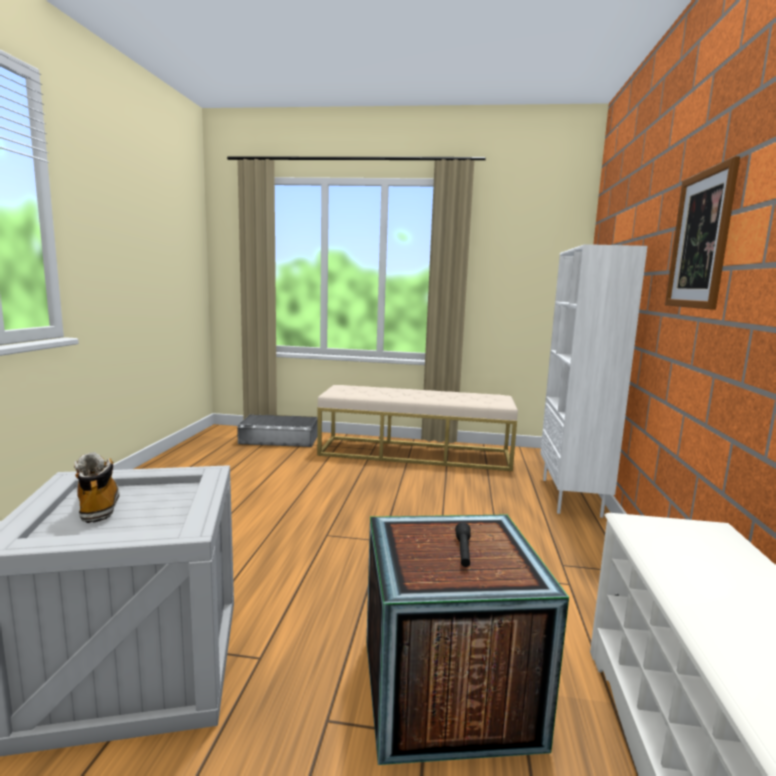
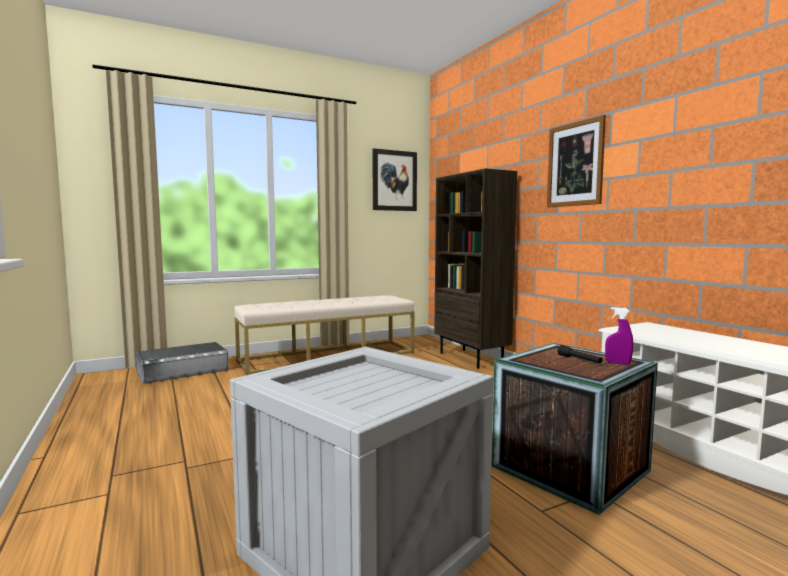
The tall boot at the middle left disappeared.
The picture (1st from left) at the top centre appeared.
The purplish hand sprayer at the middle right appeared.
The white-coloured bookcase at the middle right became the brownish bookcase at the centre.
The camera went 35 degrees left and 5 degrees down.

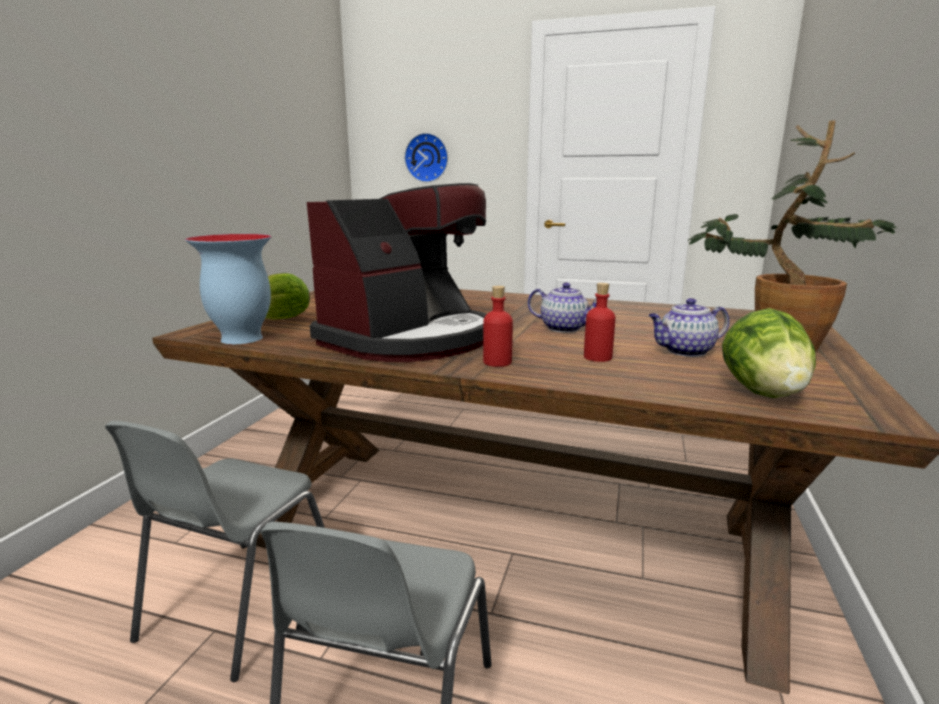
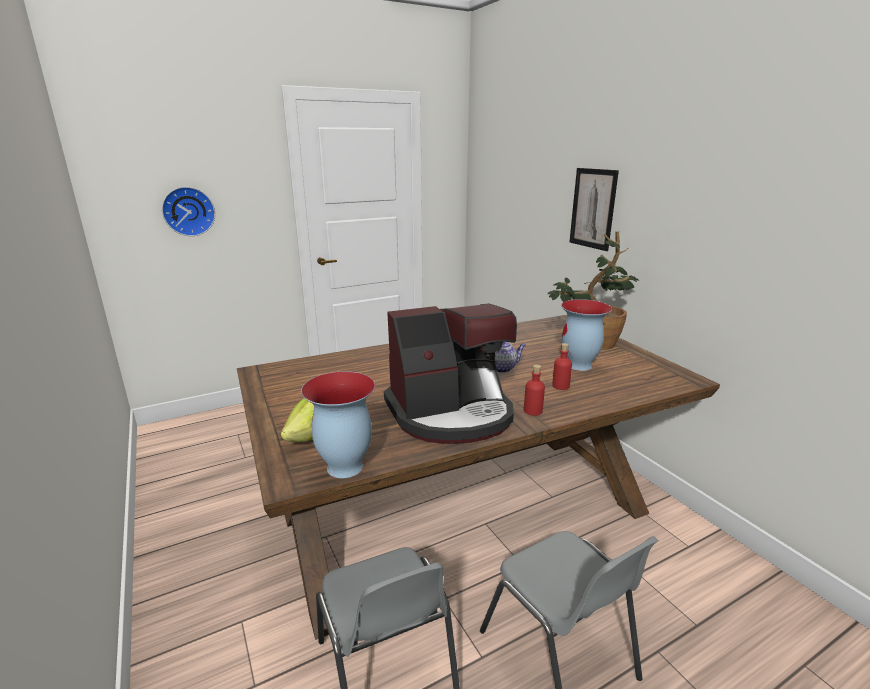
The head of lettuce (2nd from left) at the middle right disappeared.
The picture at the top right appeared.
The tea pot (2nd from left) at the middle right was replaced by the flower vase (2nd from left) at the middle right.
The coffee brewer at the centre turned 75 degrees clockwise.
The camera went 45 degrees left and 5 degrees up.

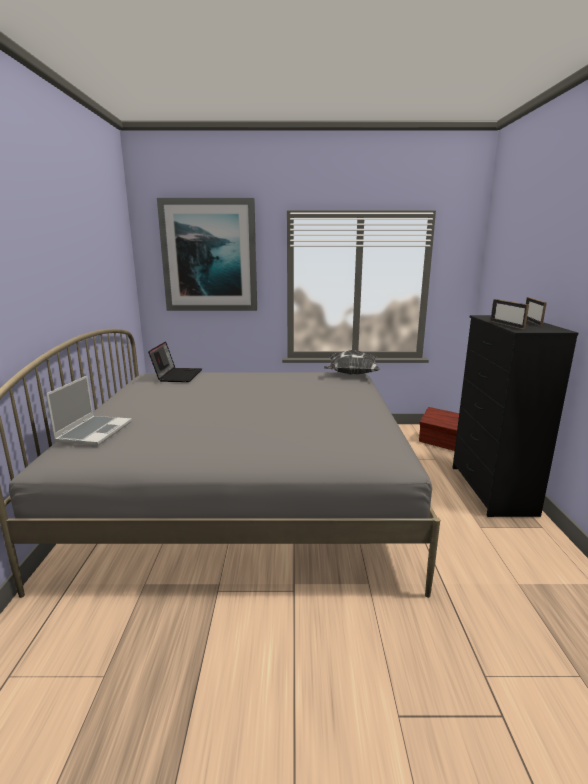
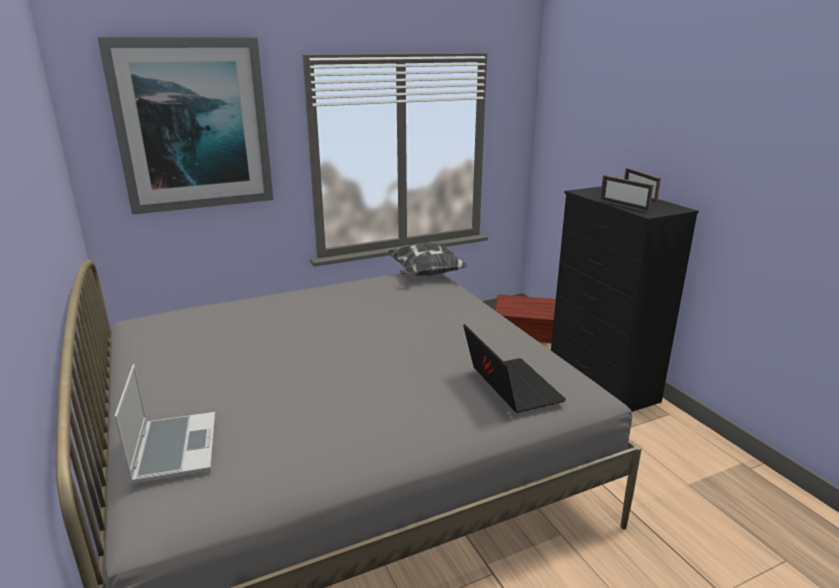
The notebook computer (2nd from left) moved from the middle left to the centre.
The camera went 25 degrees left and 5 degrees up.

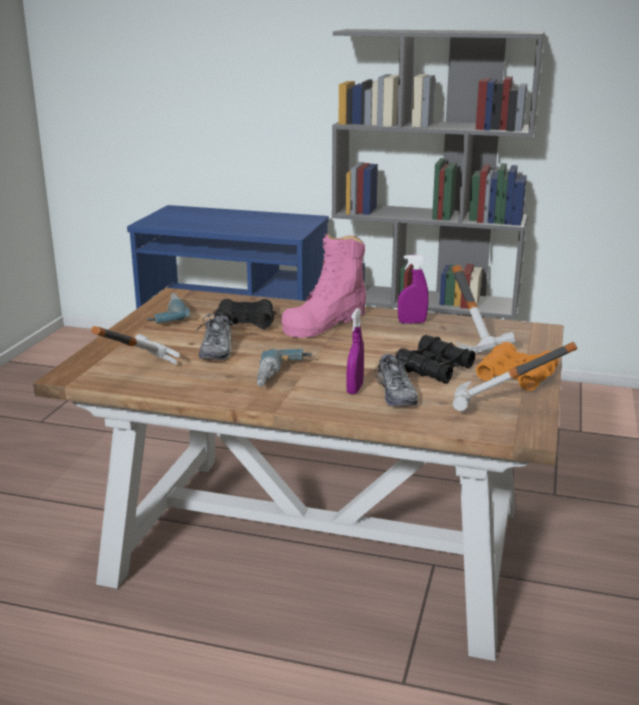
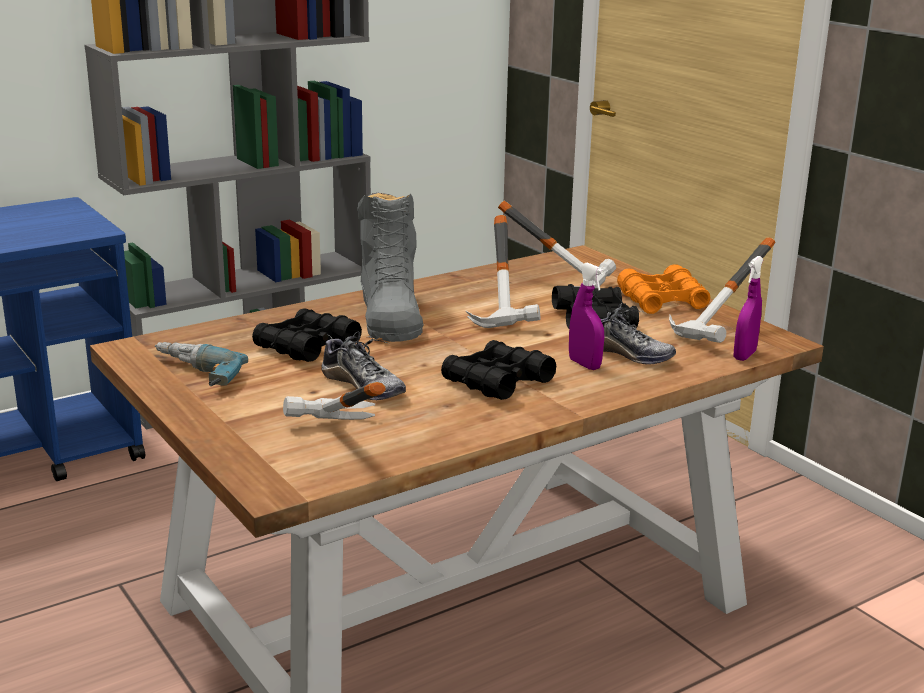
The tool hammer (2nd from left) at the centre appeared.
The purplish hand sprayer (2nd from left) moved from the centre to the middle right.
The drill (2nd from left) at the centre was replaced by the blackish field glasses (2nd from left) at the centre.
The pinkish tall boot at the centre became the gray tall boot at the centre.
The camera went 50 degrees left and 0 degrees up.

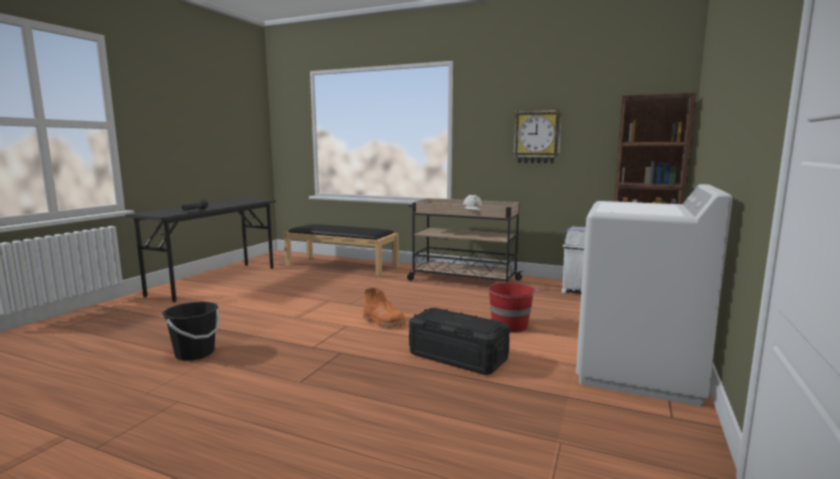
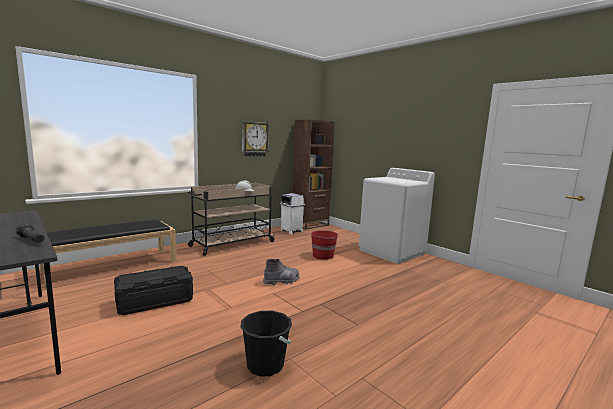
The blackish storage box moved from the bottom centre to the bottom left.
The orange tall boot at the centre became the gray tall boot at the centre.
The camera went 65 degrees left and 0 degrees up.

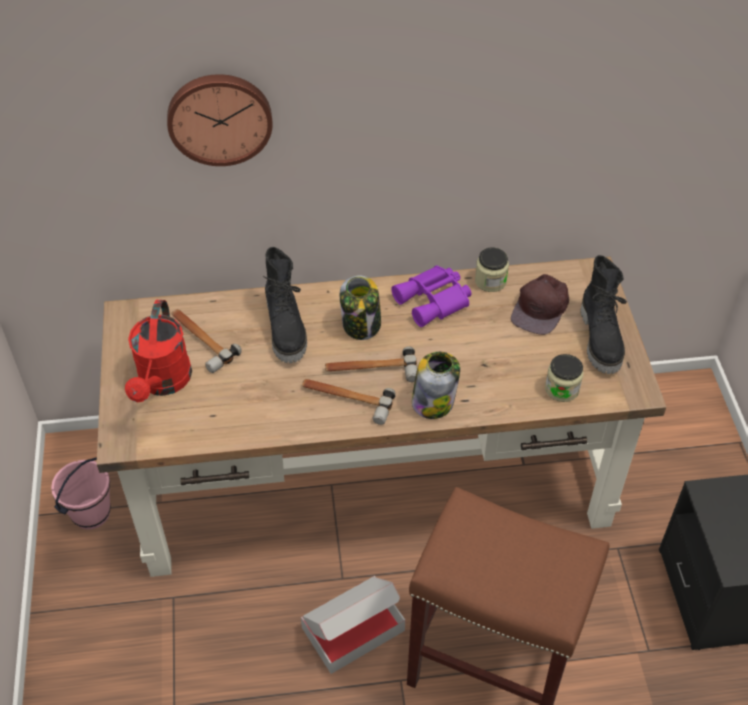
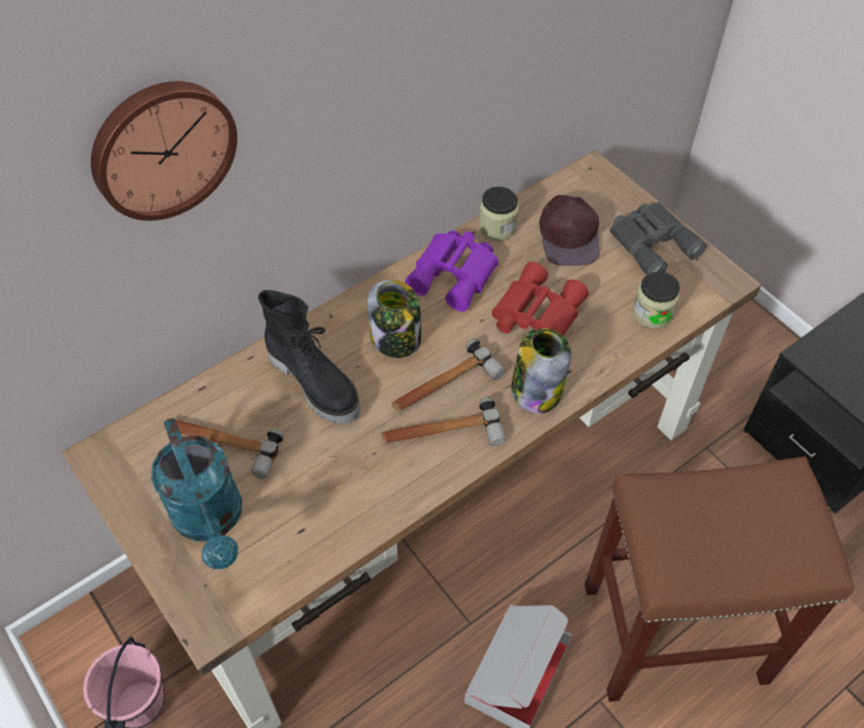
The red-coloured field glasses at the centre appeared.
The blackish tall boot (2nd from left) at the middle right was replaced by the gray field glasses at the top right.
The red-coloured watering pot at the middle left became the blue-green watering pot at the bottom left.
The camera went 30 degrees left and 5 degrees up.

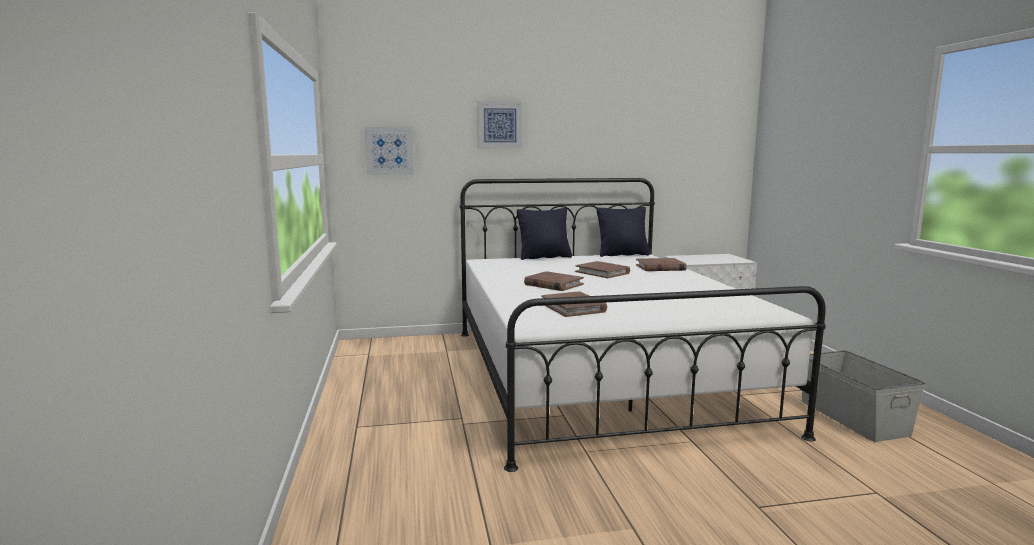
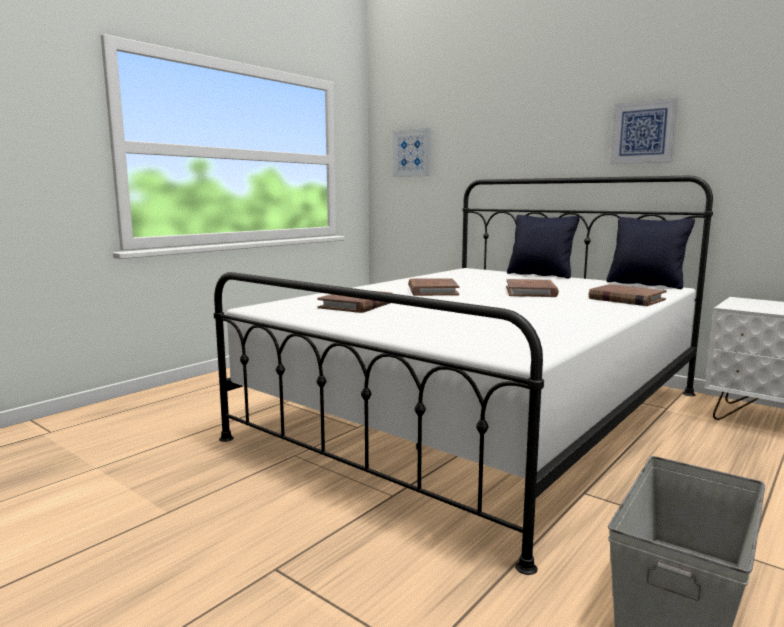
The picture (2nd from left) moved from the top centre to the top right.
The camera went 50 degrees right and 0 degrees up.

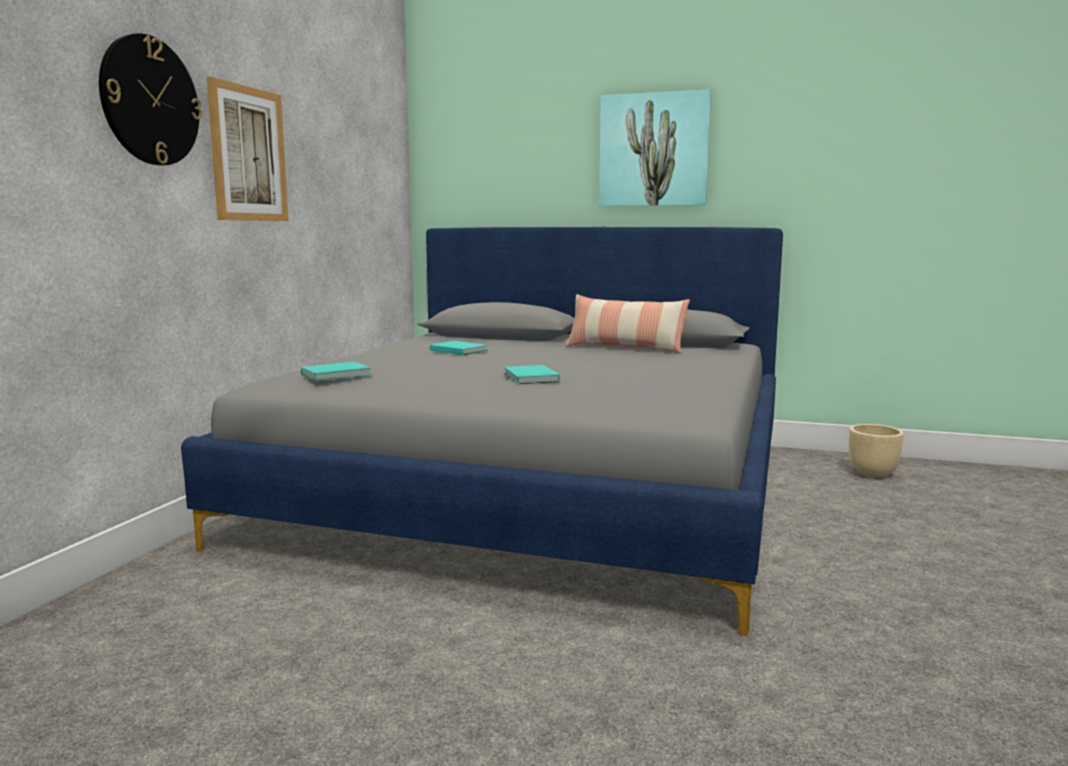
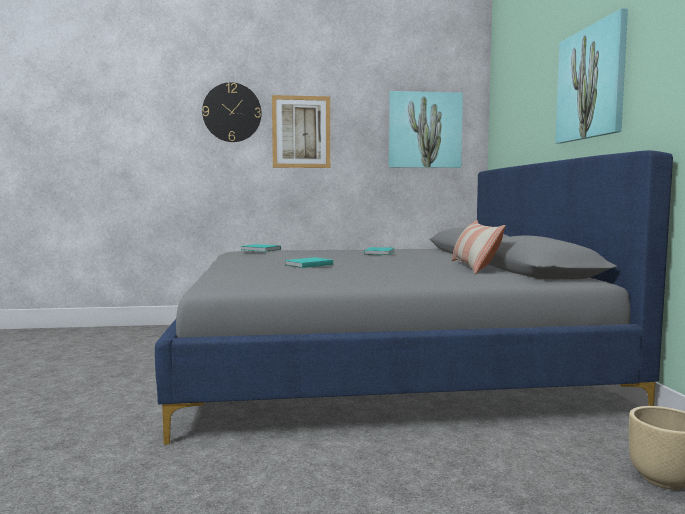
The picture (2nd from left) at the top centre appeared.
The camera went 65 degrees right and 5 degrees down.

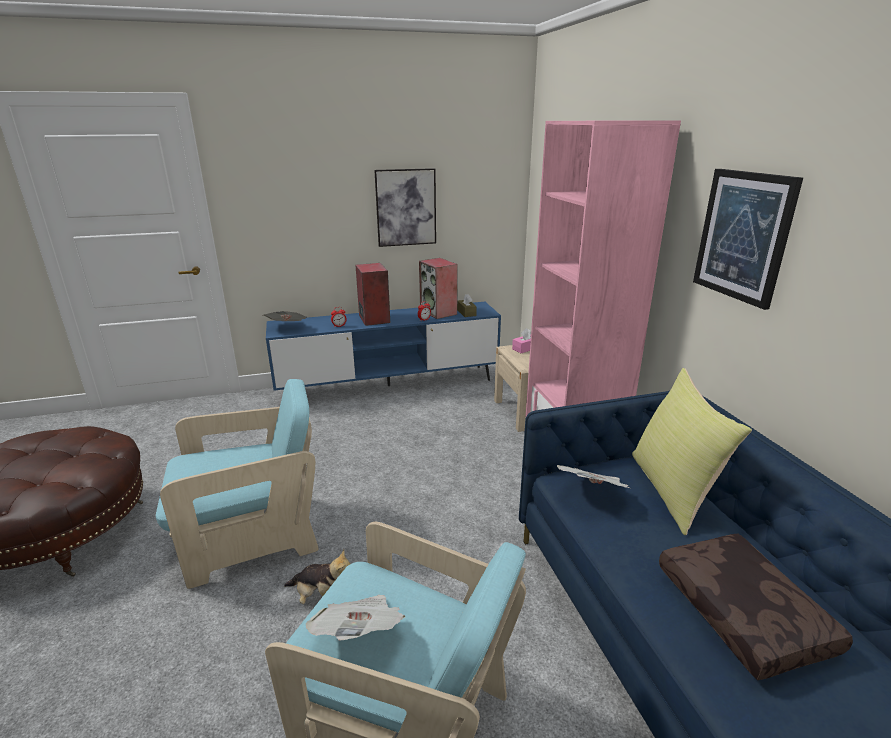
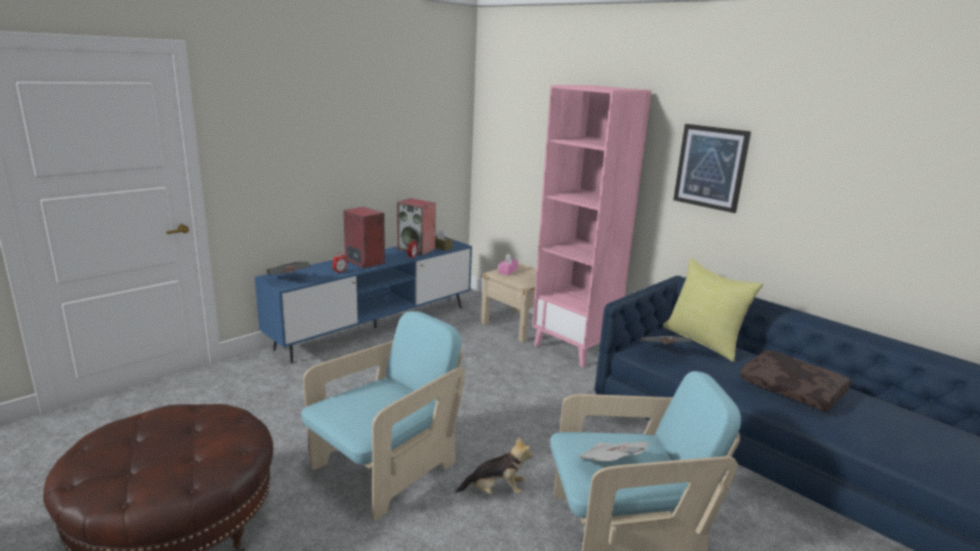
The picture (1st from left) at the top centre disappeared.
The camera went 30 degrees left and 5 degrees down.

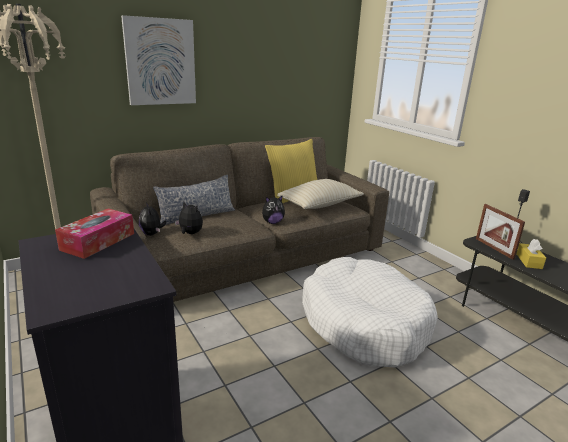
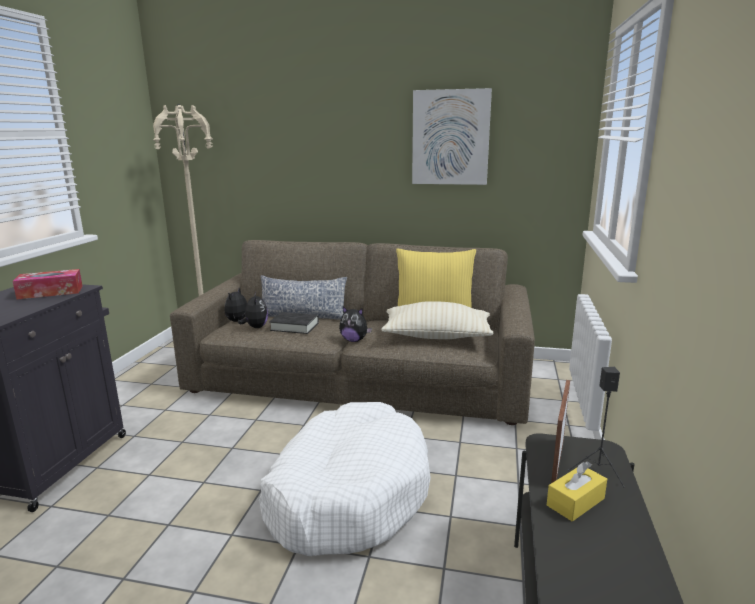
The blackish volume at the centre appeared.
The picture moved from the top left to the top centre.
The camera went 45 degrees right and 5 degrees down.

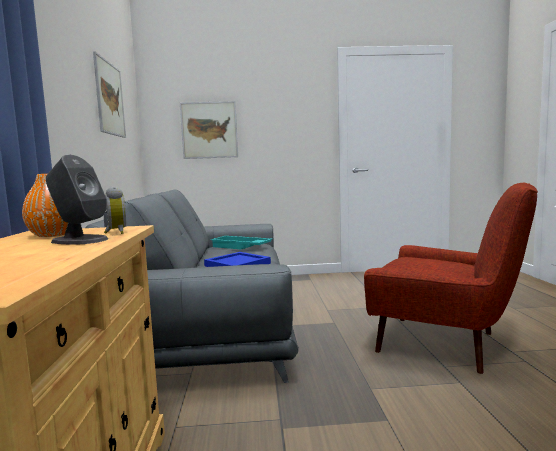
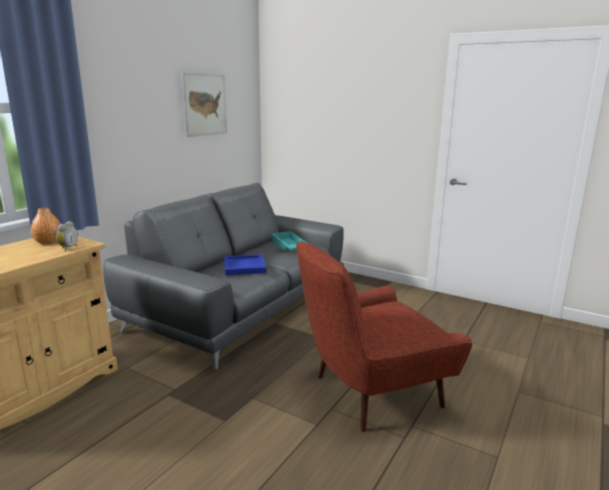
The gray audio speaker at the middle left disappeared.
The picture (2nd from left) at the top centre disappeared.
The red-coloured easy chair at the middle right turned 90 degrees clockwise.
The camera went 35 degrees right and 10 degrees up.

